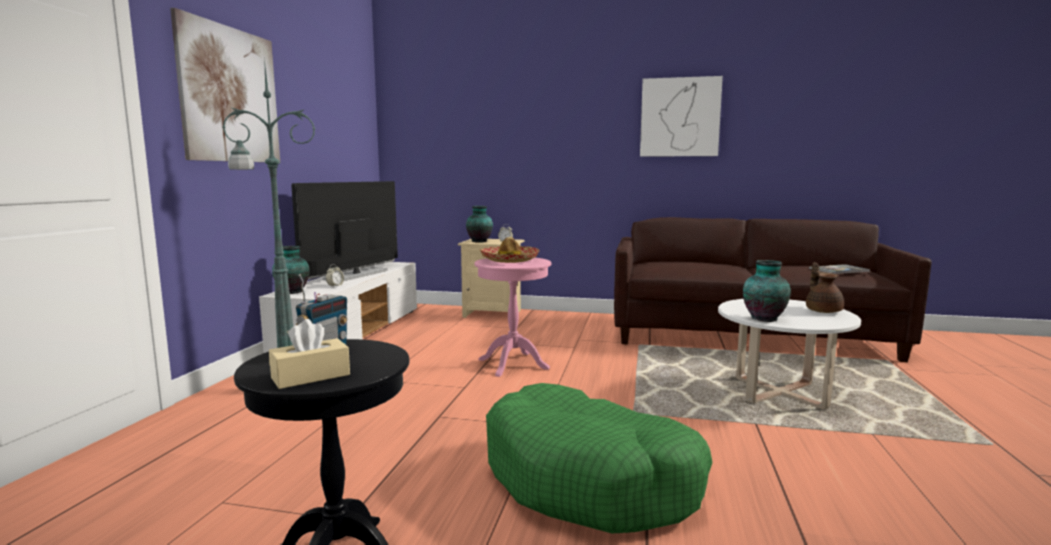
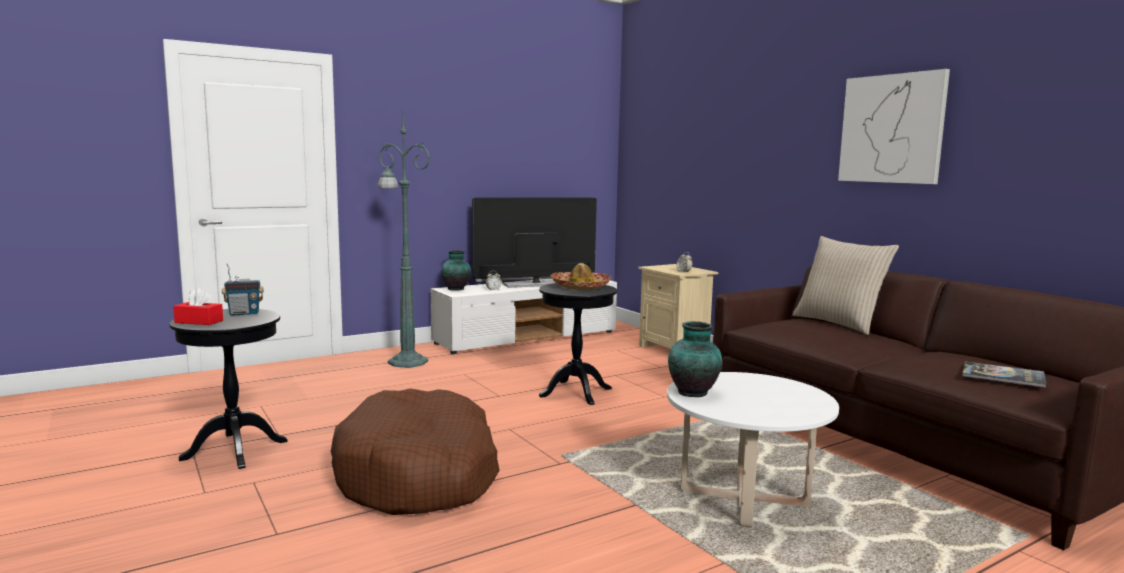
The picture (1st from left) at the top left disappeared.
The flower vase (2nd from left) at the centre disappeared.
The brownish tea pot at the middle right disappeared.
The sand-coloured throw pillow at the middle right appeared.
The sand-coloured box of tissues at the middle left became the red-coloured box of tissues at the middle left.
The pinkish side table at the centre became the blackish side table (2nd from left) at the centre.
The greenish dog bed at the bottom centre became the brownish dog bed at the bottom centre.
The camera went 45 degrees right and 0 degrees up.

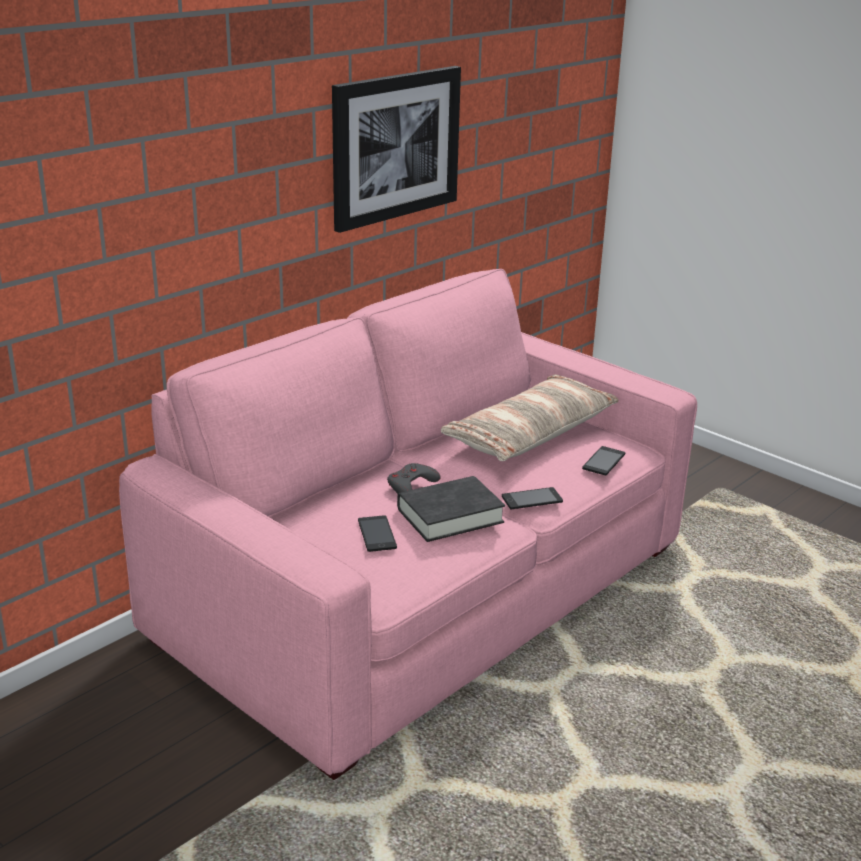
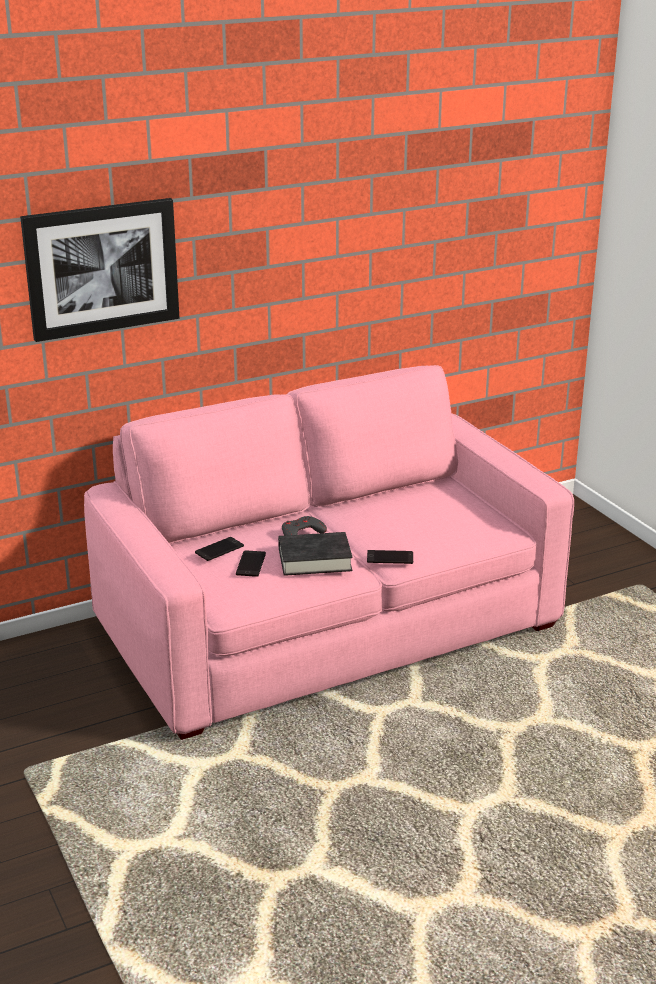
The throw pillow at the centre disappeared.
The picture moved from the top centre to the top left.
The telephone (3rd from left in the first image) moved from the middle right to the centre.
The camera went 20 degrees right and 0 degrees up.

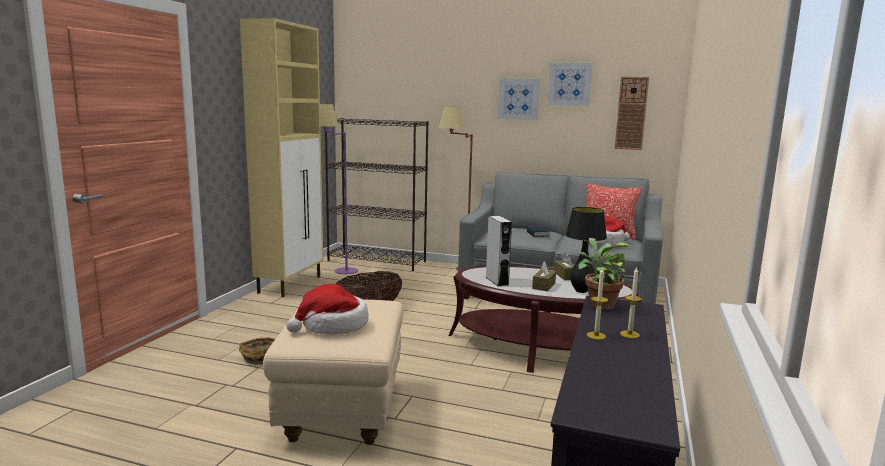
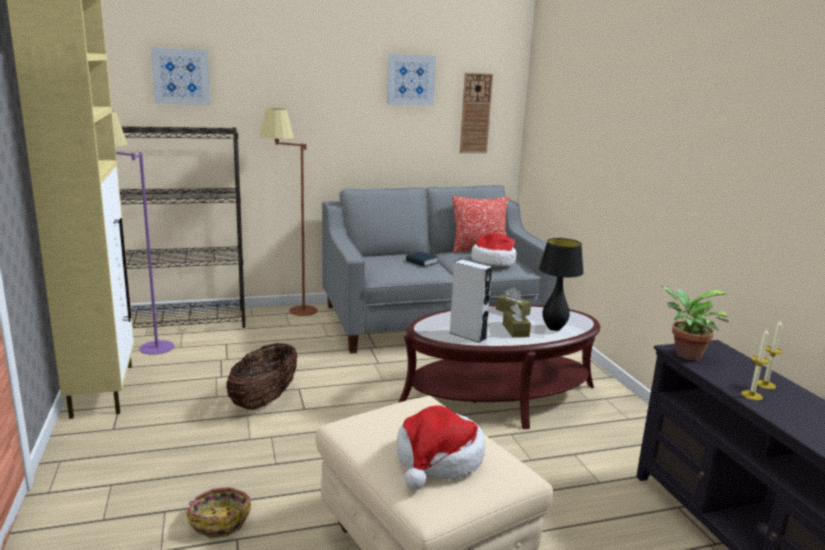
The picture (1st from left) moved from the top centre to the top left.
The camera went 35 degrees left and 5 degrees up.

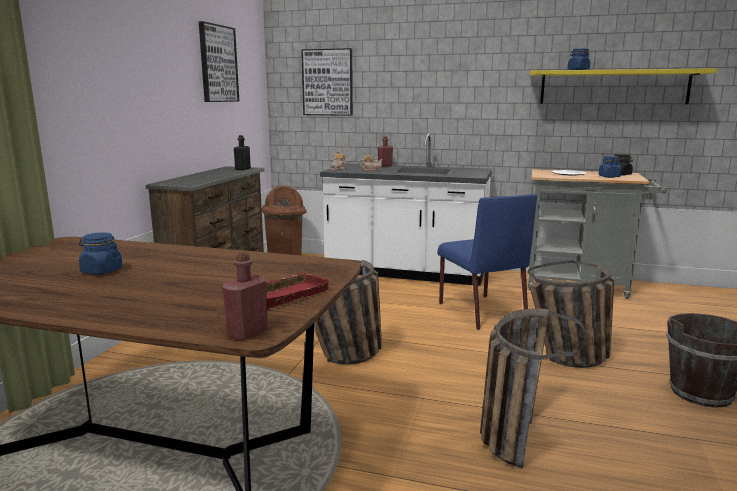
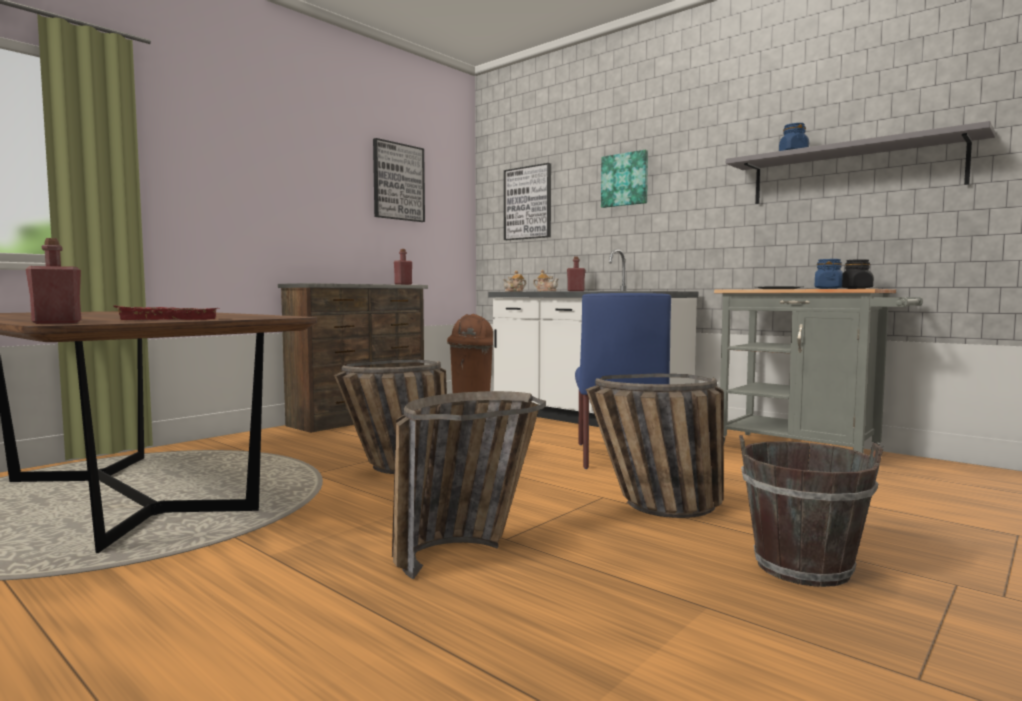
The bluish preserve jar (1st from left) at the middle left disappeared.
The picture (3rd from left) at the top centre appeared.
The blackish drink bottle at the top left became the red-coloured drink bottle (2nd from left) at the centre.
The yellowish shelf at the top right became the gray shelf at the top right.
The camera went 25 degrees right and 10 degrees down.

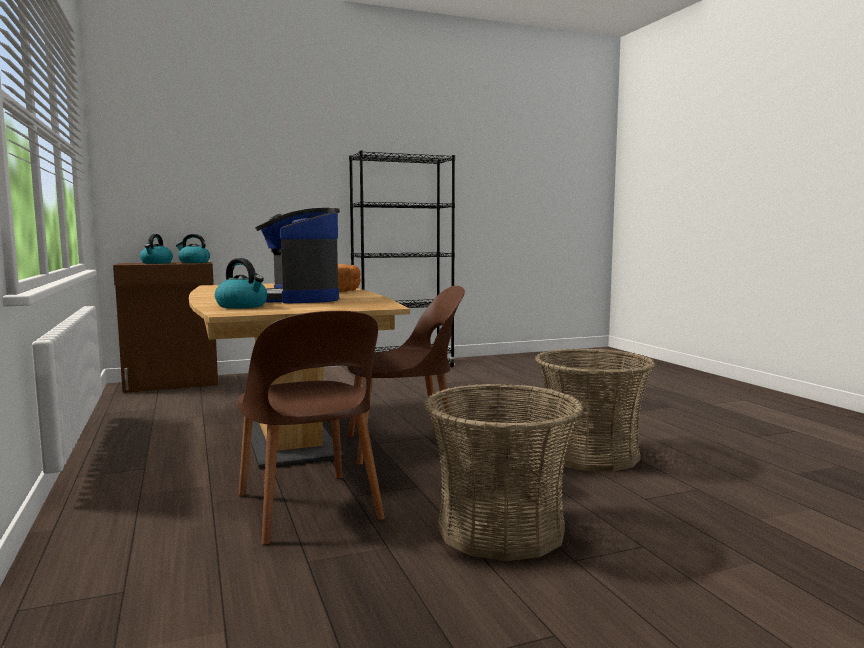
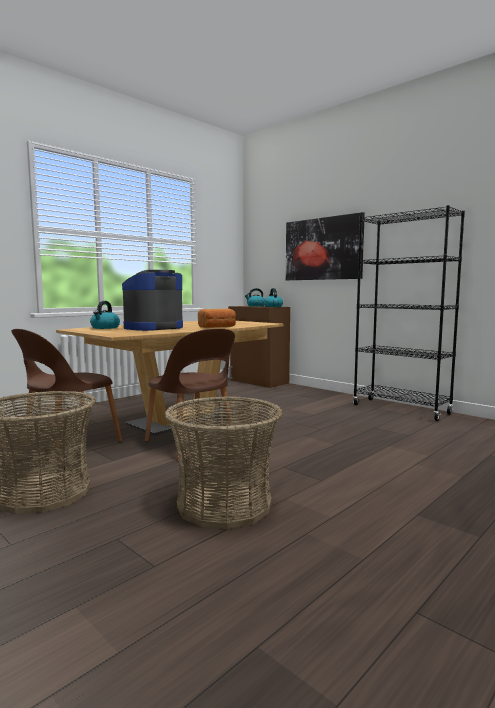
The picture at the centre appeared.
The camera went 65 degrees right and 0 degrees up.

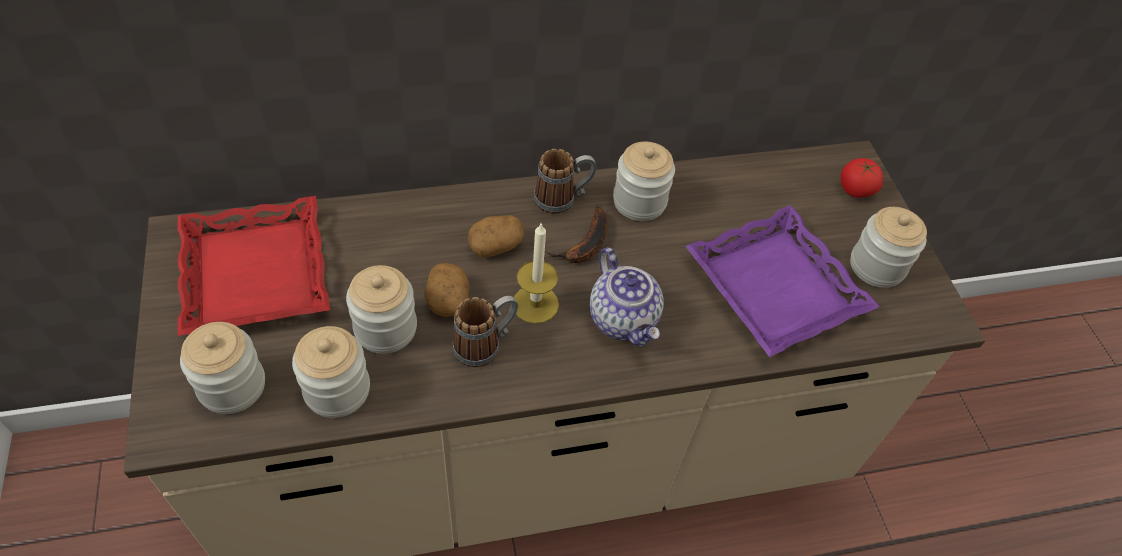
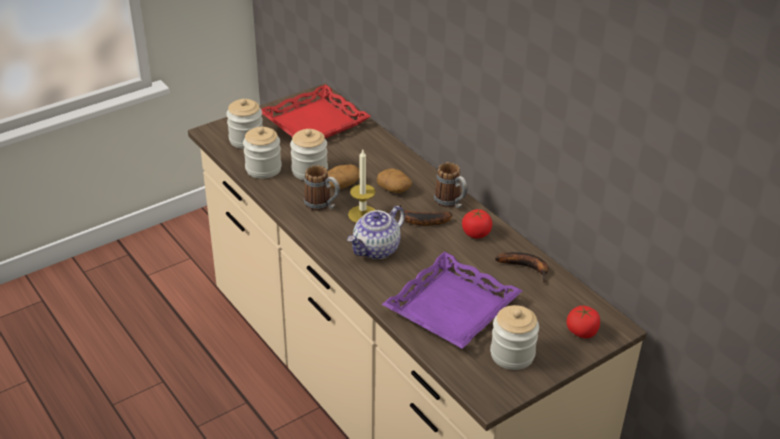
The banana (2nd from left) at the middle right appeared.
The preserve jar (4th from left) at the top centre was replaced by the whole tomato (1st from left) at the centre.
The camera went 70 degrees right and 15 degrees down.

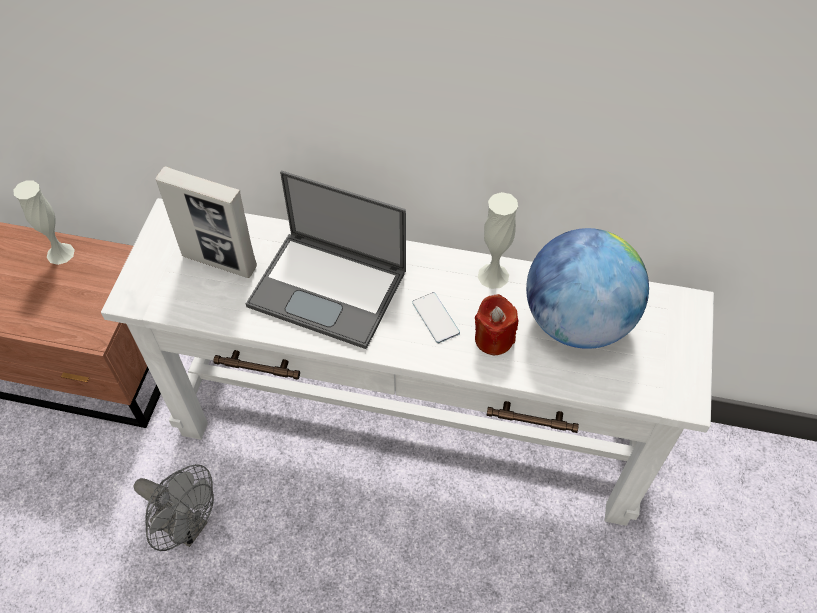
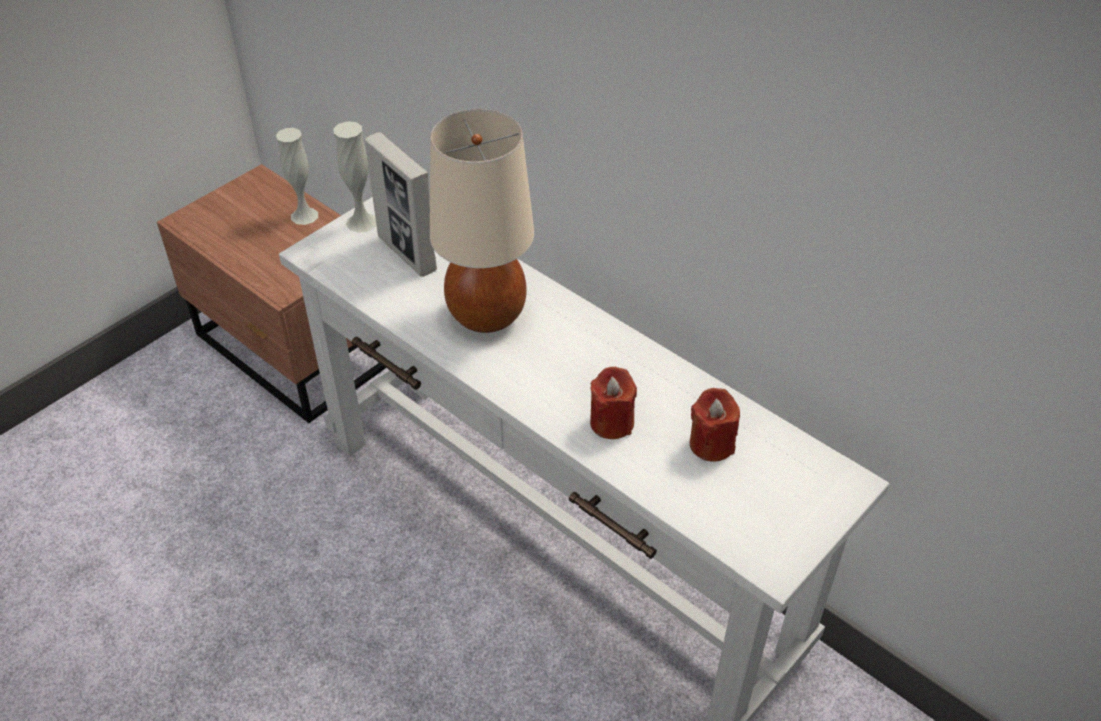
The gray electric fan at the bottom left disappeared.
The telephone at the centre disappeared.
The white-coloured flower vase (2nd from left) moved from the centre to the top left.
The notebook computer at the centre was replaced by the sand-coloured tabletop lamp at the top centre.
The desk globe at the middle right was replaced by the red-coloured wax light (2nd from left) at the centre.
The camera went 30 degrees right and 10 degrees down.

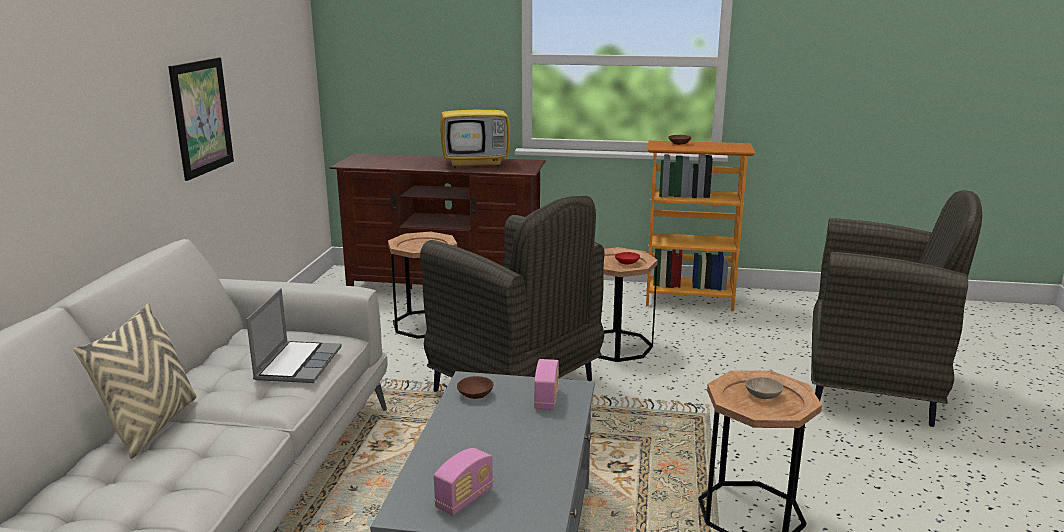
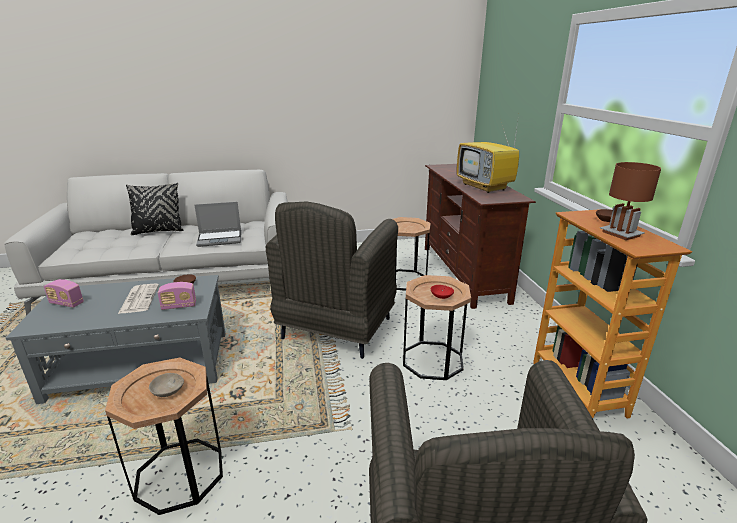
The picture at the top left disappeared.
The daily paper at the middle left appeared.
The brownish tabletop lamp at the middle right appeared.
The sand-coloured throw pillow at the bottom left became the blackish throw pillow at the middle left.
The camera went 70 degrees right and 5 degrees up.

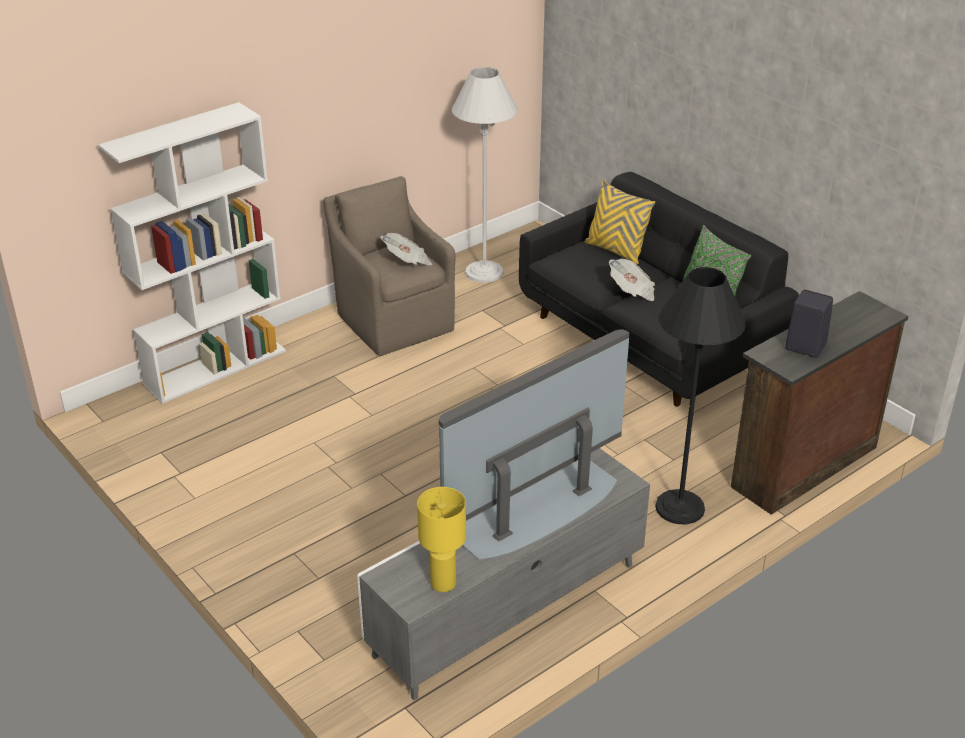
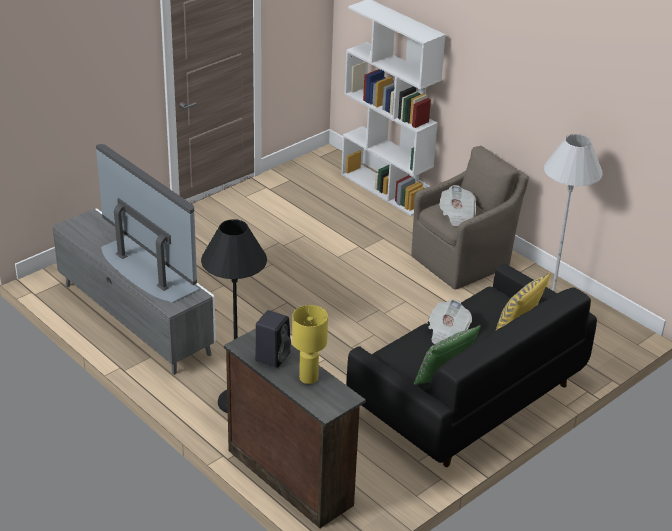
The yellowish tabletop lamp moved from the bottom centre to the centre.
The camera went 85 degrees right and 0 degrees up.

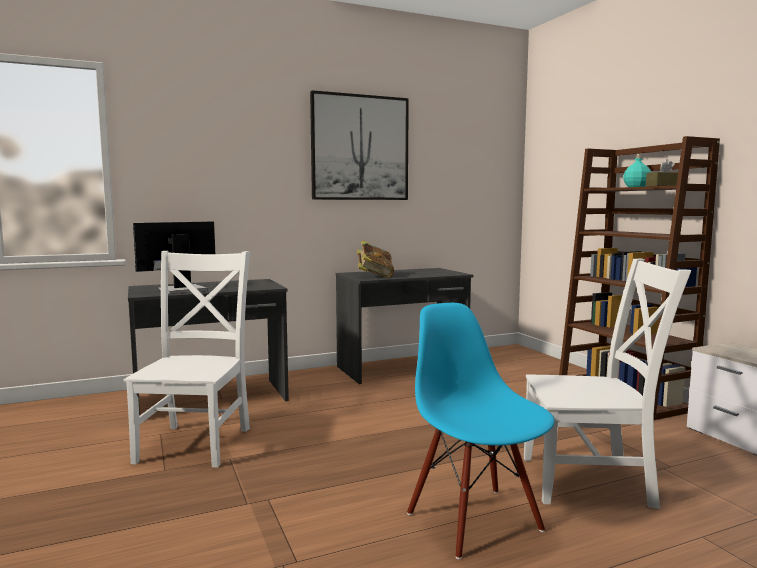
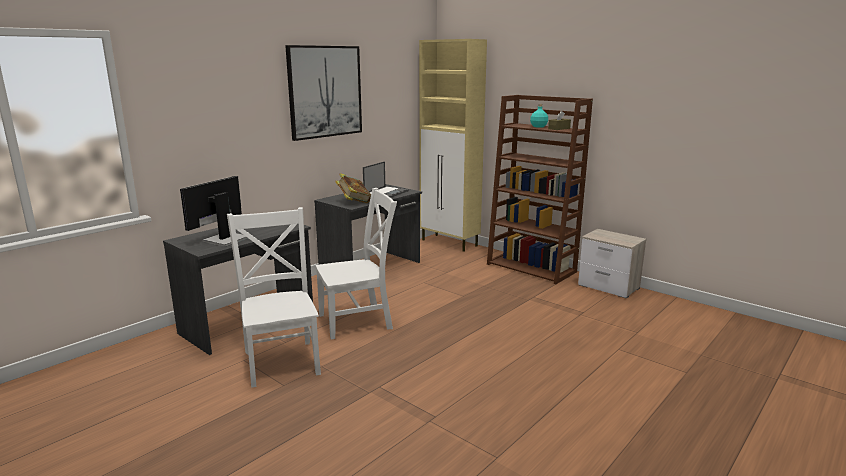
The bluish upright chair at the bottom centre disappeared.
The notebook computer at the centre appeared.
The sand-coloured storage cabinet at the top centre appeared.
The white-coloured upright chair (2nd from left) moved from the bottom right to the centre.
The camera went 25 degrees left and 10 degrees up.

